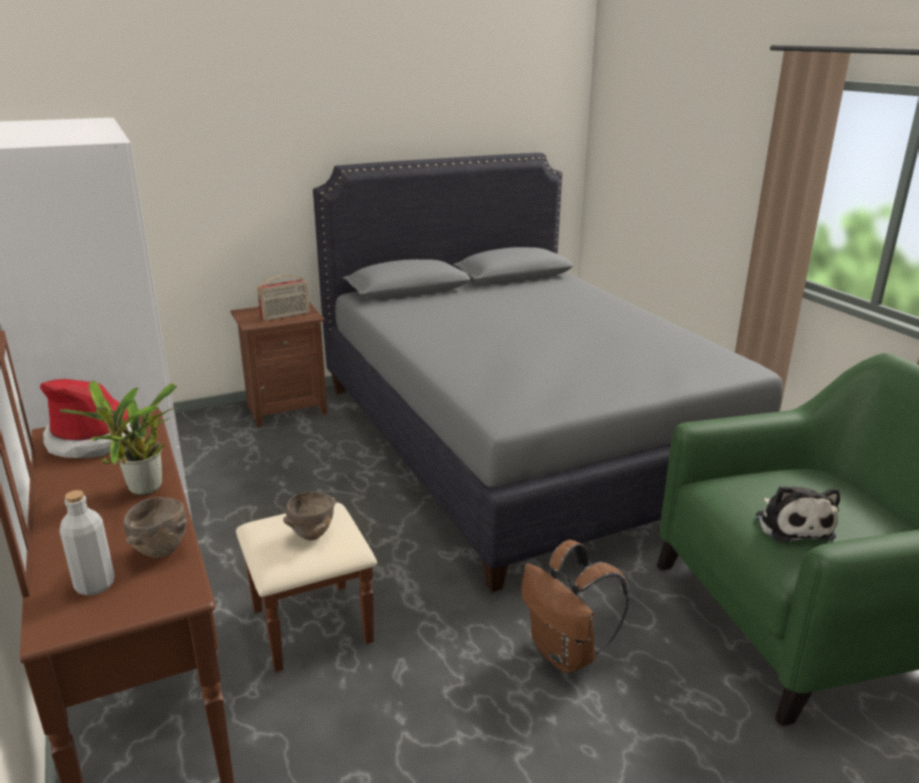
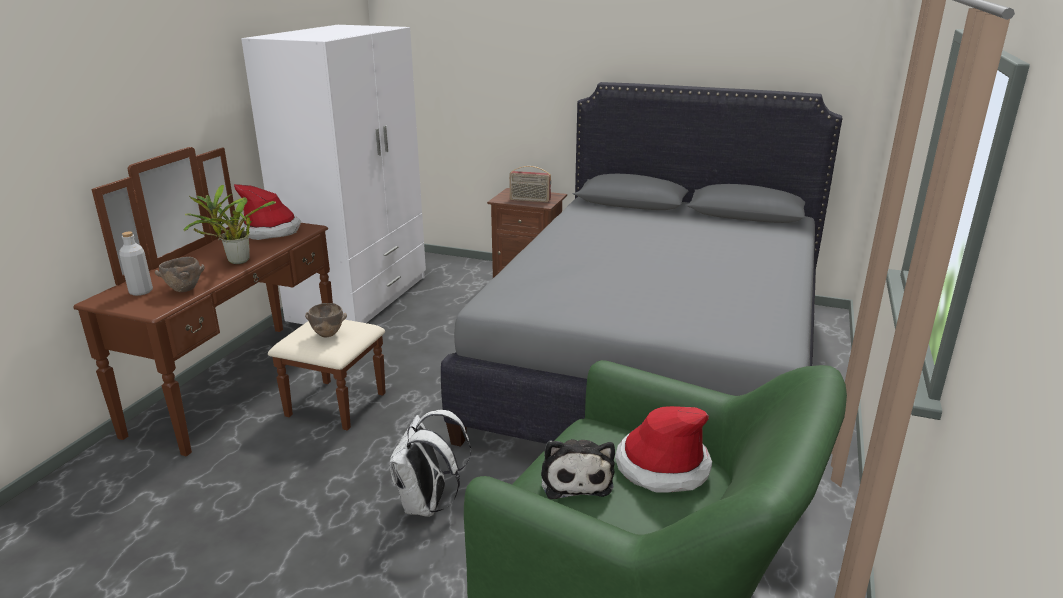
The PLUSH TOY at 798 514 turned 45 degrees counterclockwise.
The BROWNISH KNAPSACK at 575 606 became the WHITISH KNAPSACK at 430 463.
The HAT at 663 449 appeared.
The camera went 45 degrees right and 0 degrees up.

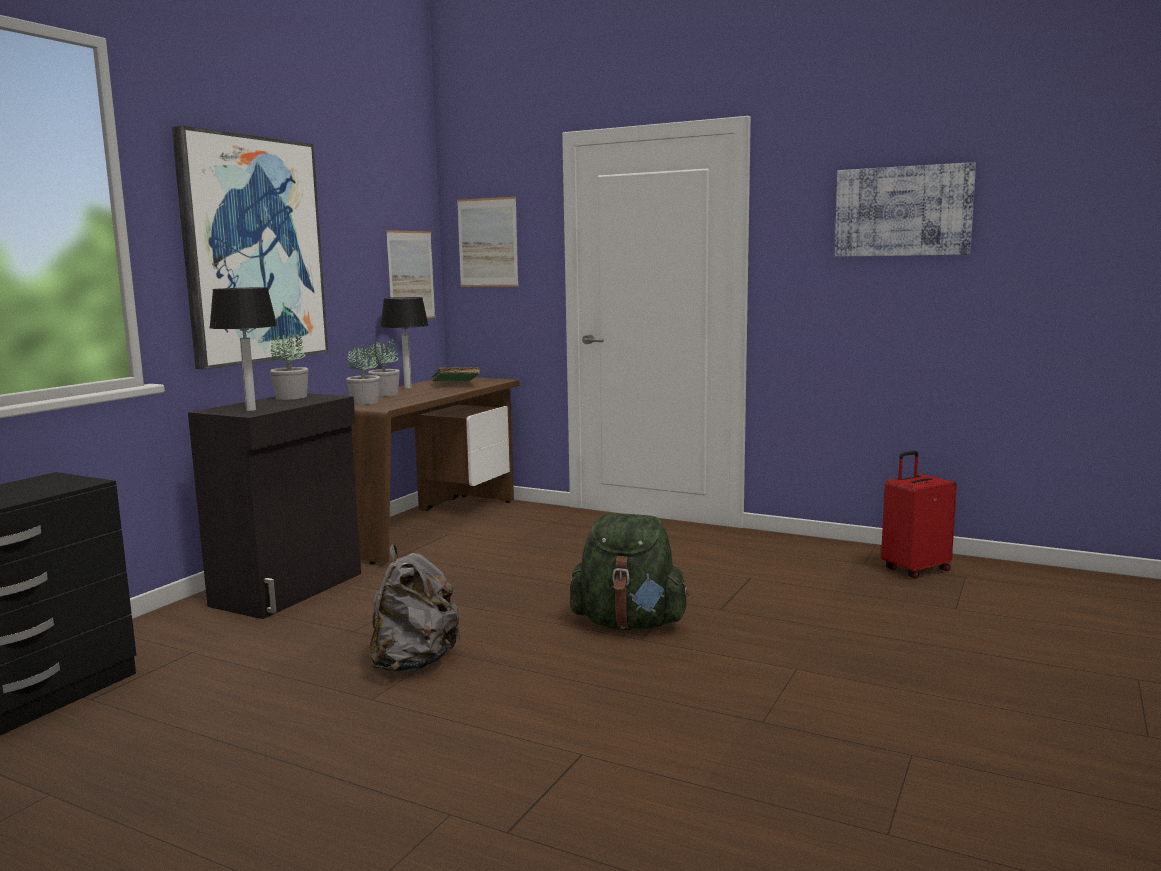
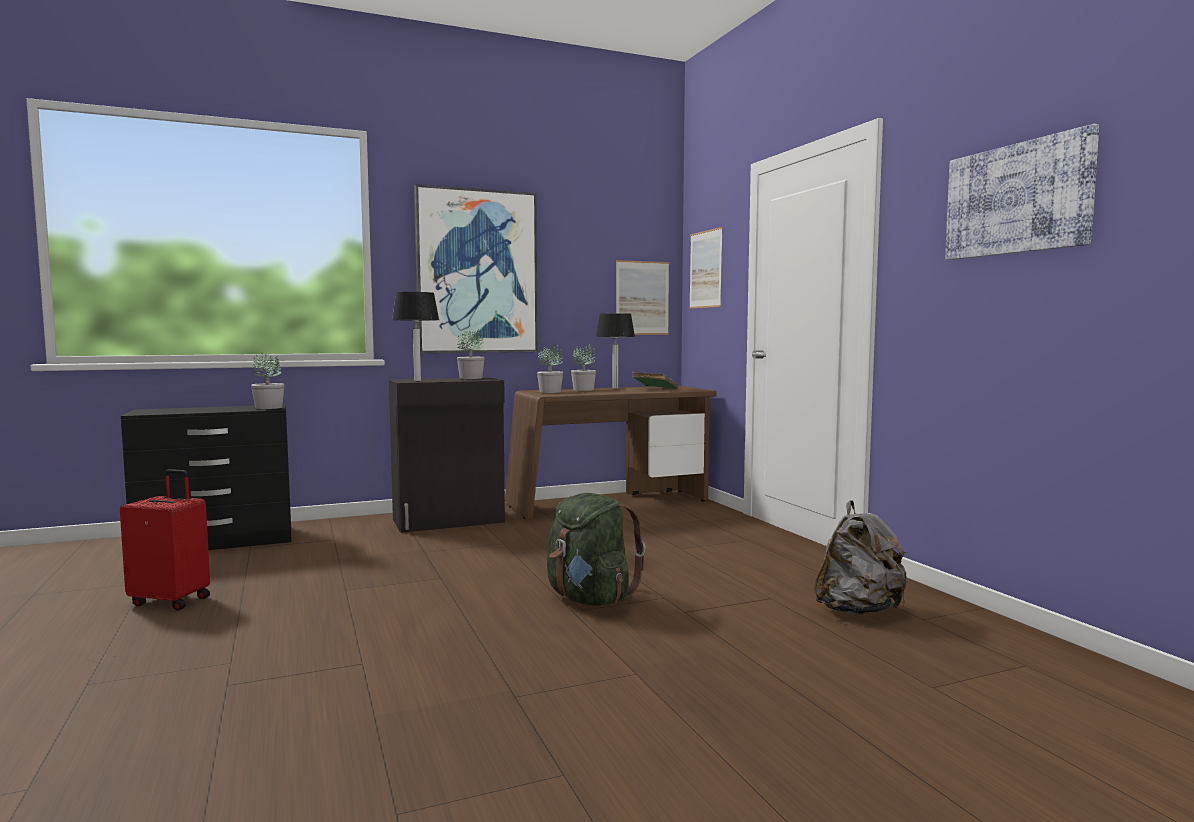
The RED PIECE OF LUGGAGE moved from 919 515 to 165 539.
The GREYISH KNAPSACK moved from 415 607 to 861 557.
The PLANT IN A POT at 267 380 appeared.
The camera went 40 degrees right and 5 degrees down.

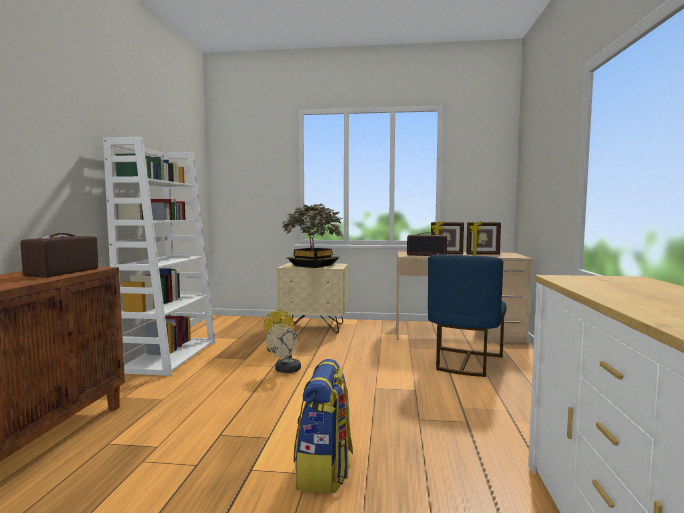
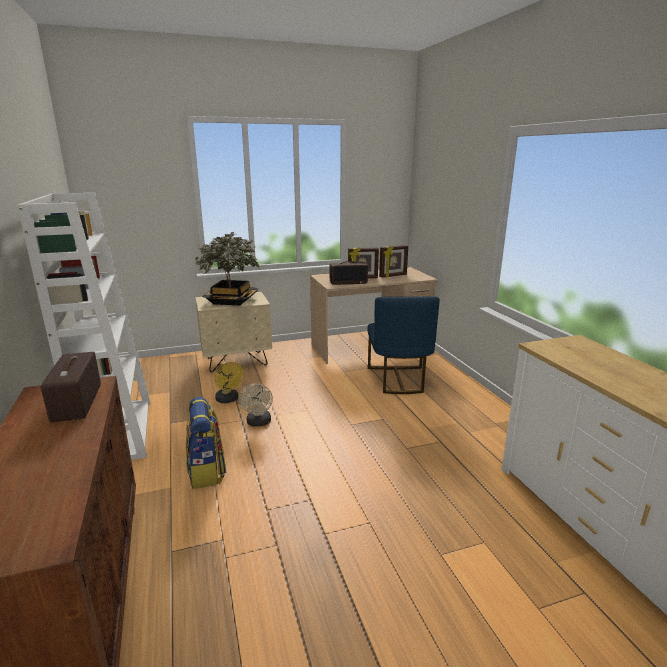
The KNAPSACK moved from 323 426 to 206 443.
The camera went 25 degrees left and 15 degrees up.

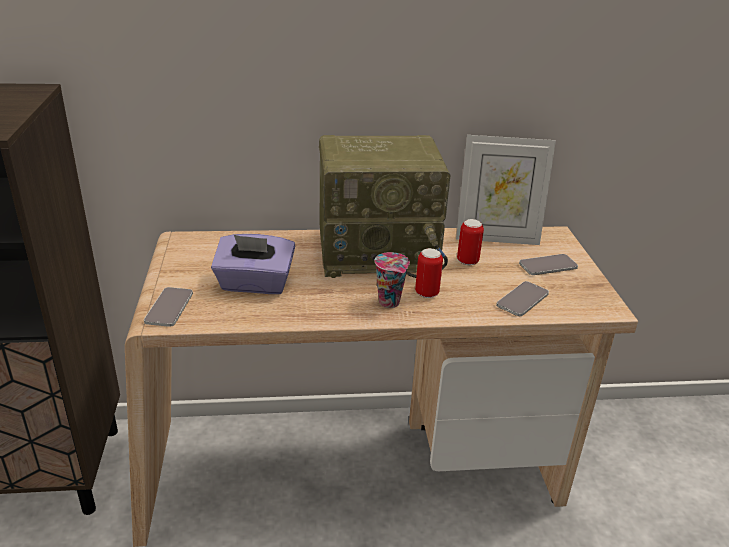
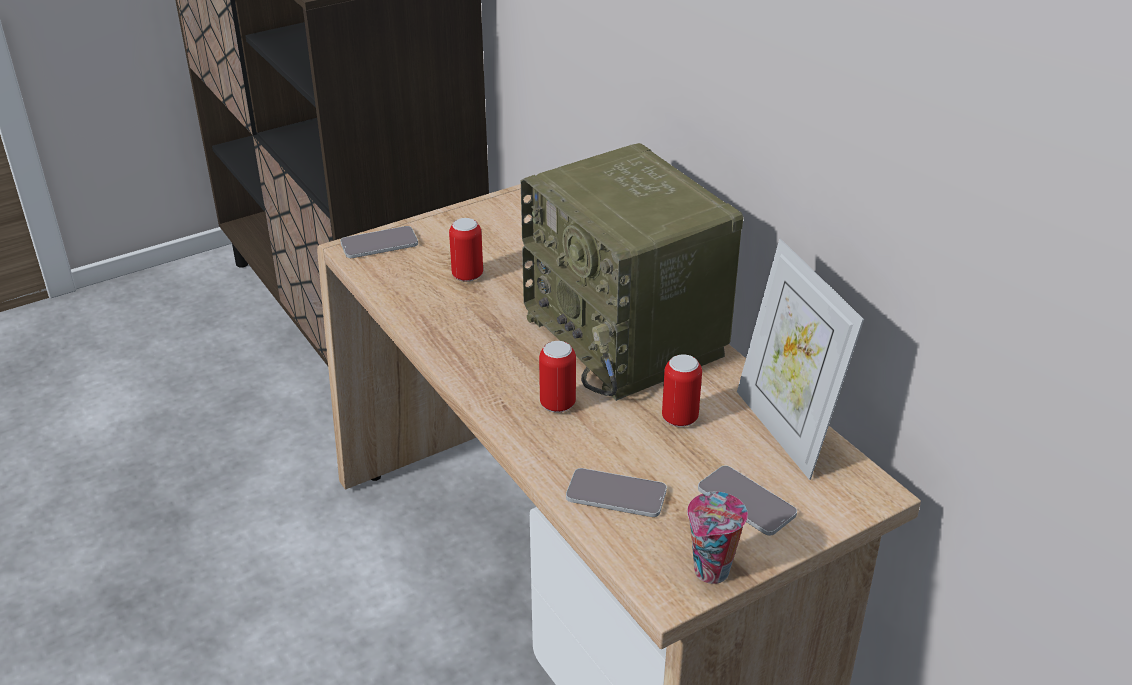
The PURPLISH TISSUE BOX at 253 264 was replaced by the CAN at 466 250.
The DRINKING CUP moved from 392 280 to 717 538.
The camera went 65 degrees right and 5 degrees up.

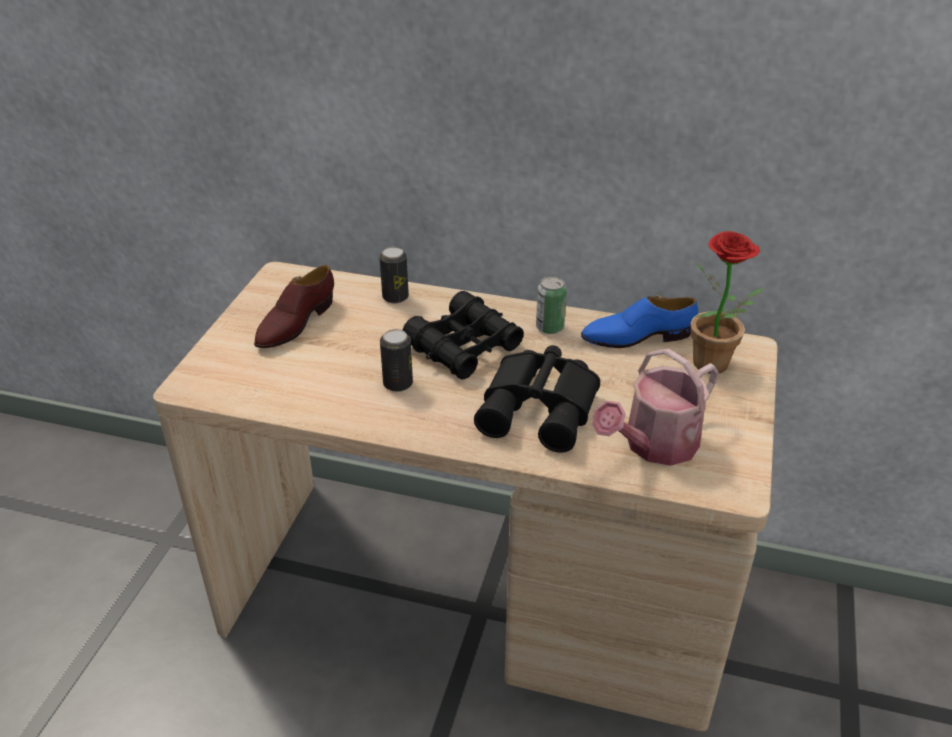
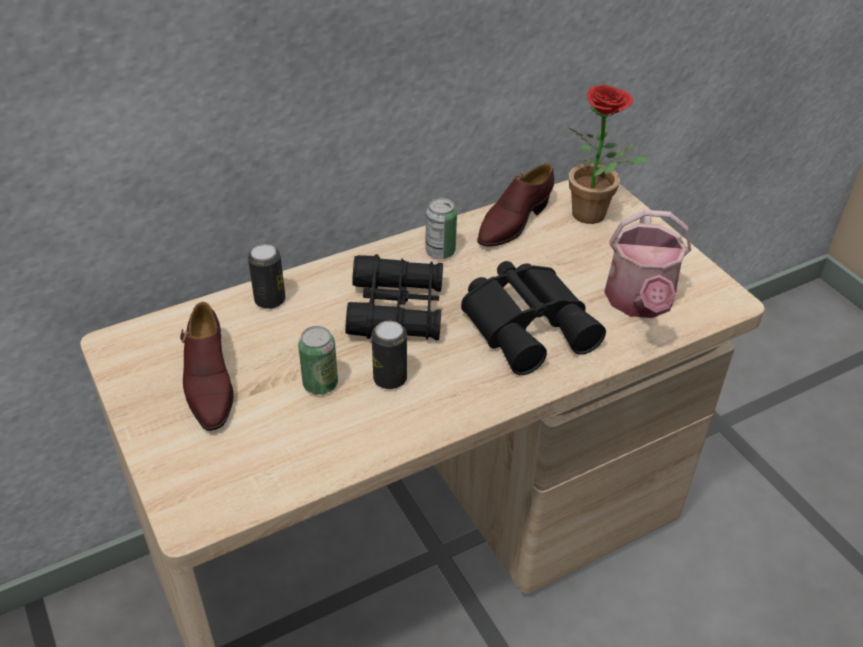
The BLUISH ITEM OF FOOTWEAR at 639 321 became the BROWNISH ITEM OF FOOTWEAR at 515 205.
The CAN at 318 360 appeared.
The camera went 45 degrees left and 5 degrees up.

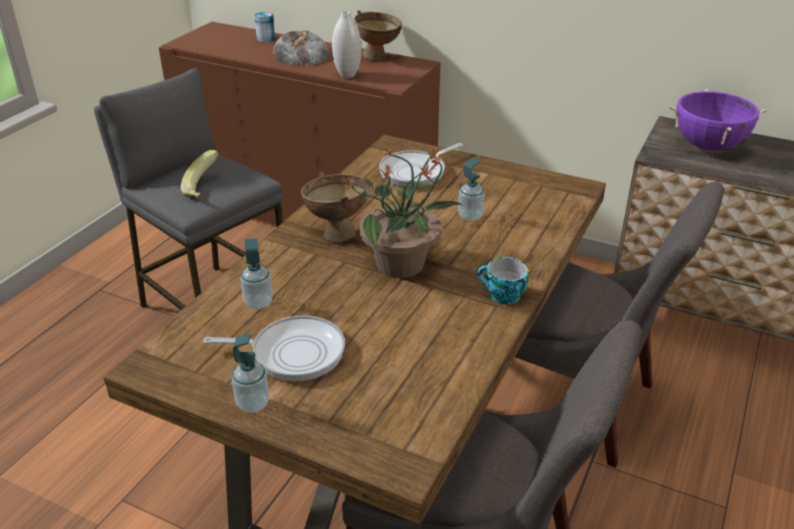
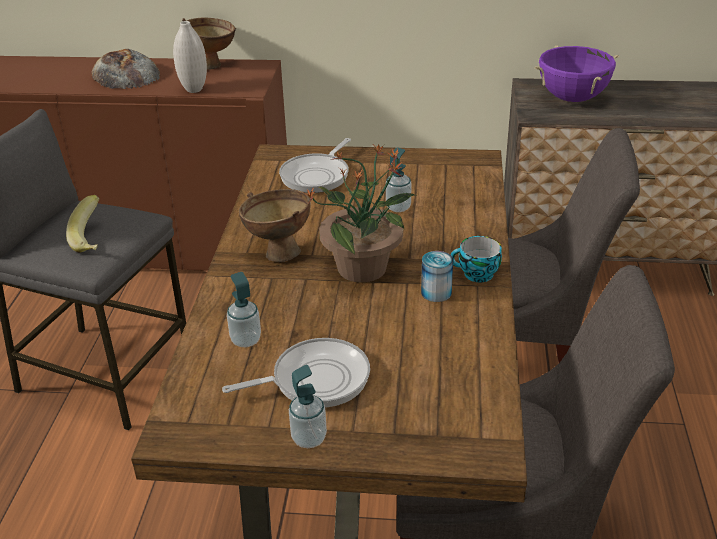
The CAN moved from 265 27 to 437 276.
The camera went 20 degrees left and 0 degrees up.

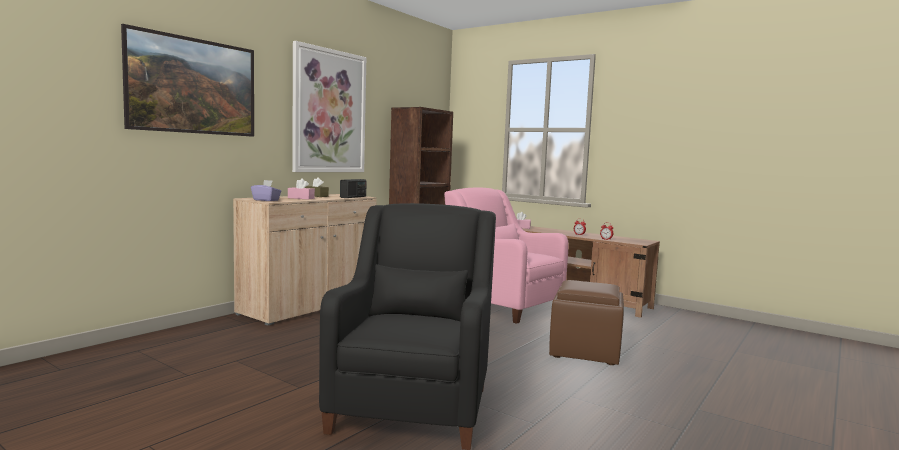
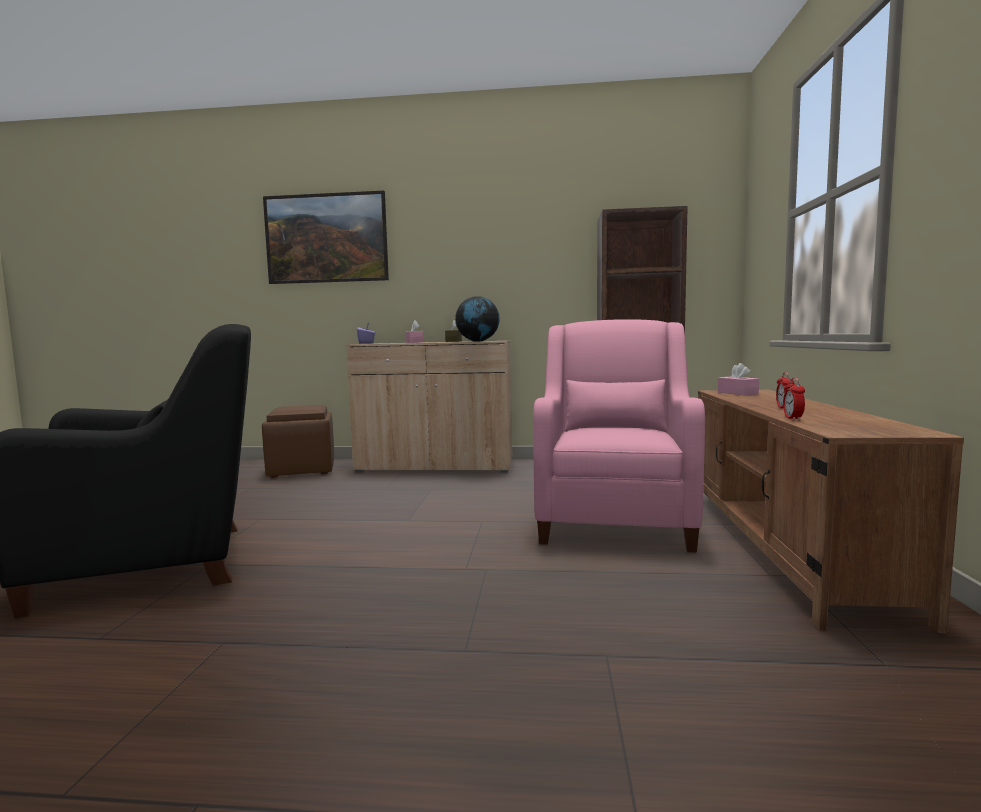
The PICTURE at 329 106 disappeared.
The RADIO RECEIVER at 353 188 was replaced by the DESK GLOBE at 477 318.
The BROWNISH OTTOMAN moved from 586 322 to 298 441.
The camera went 60 degrees right and 0 degrees up.

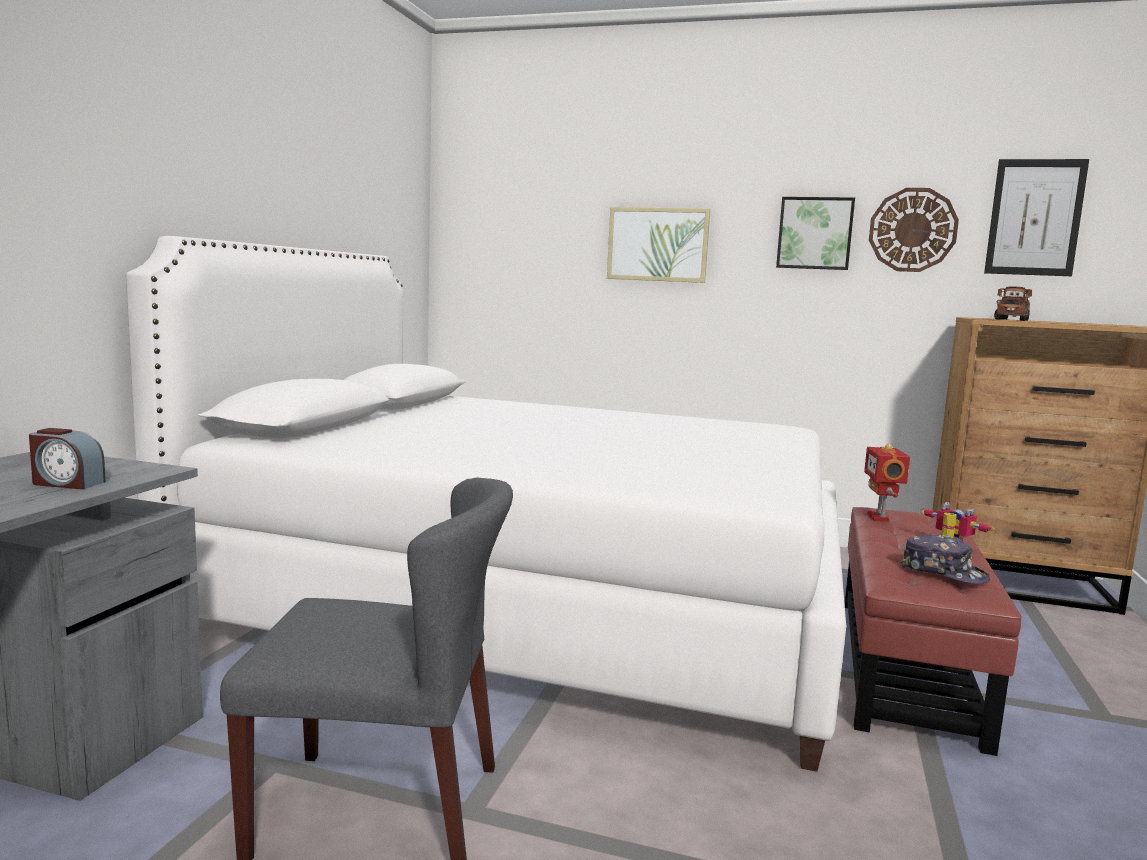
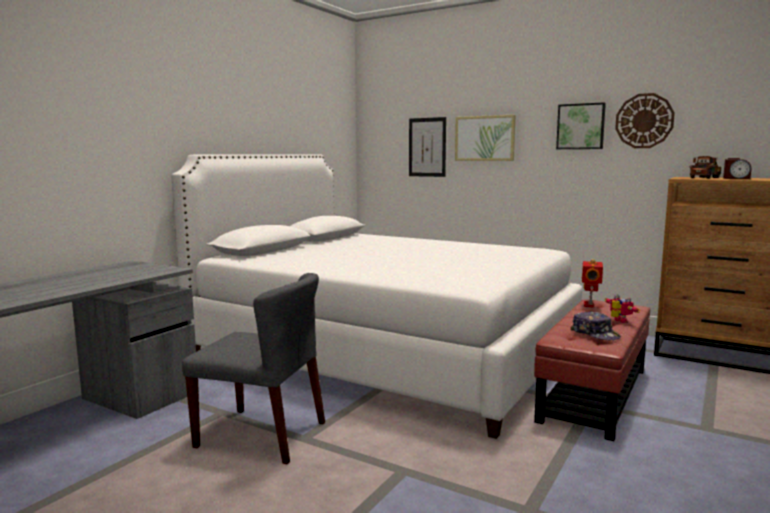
The PICTURE moved from 1036 217 to 427 147.
The BEDSIDE CLOCK moved from 67 458 to 737 168.
The camera went 15 degrees right and 0 degrees up.

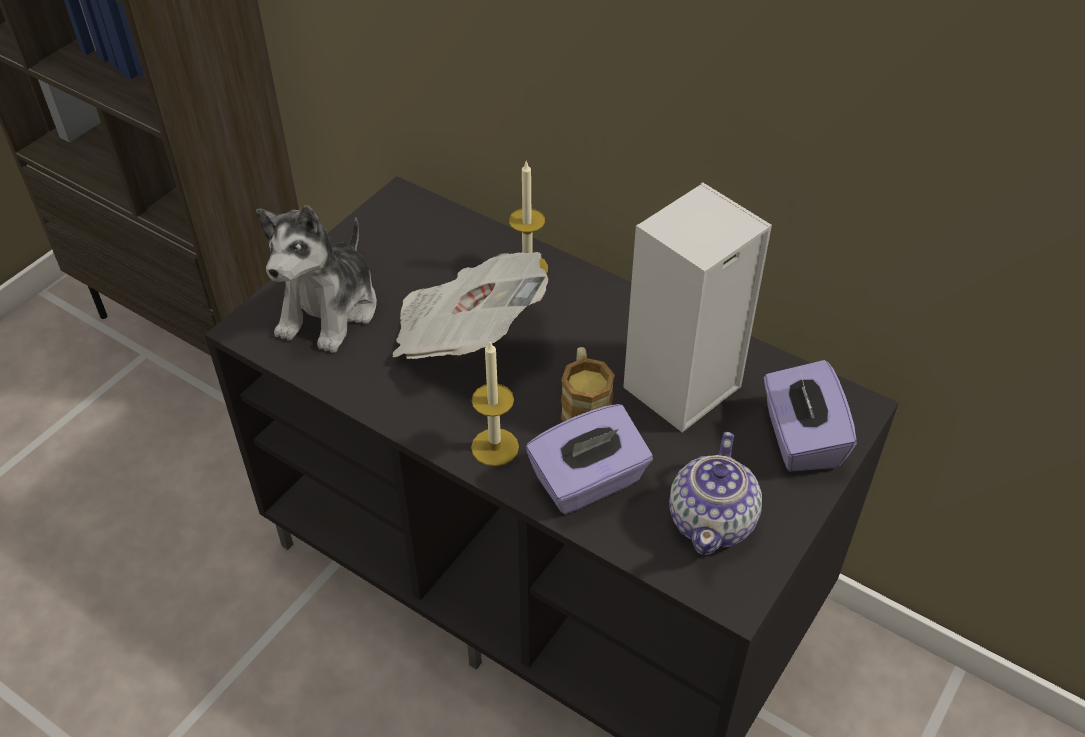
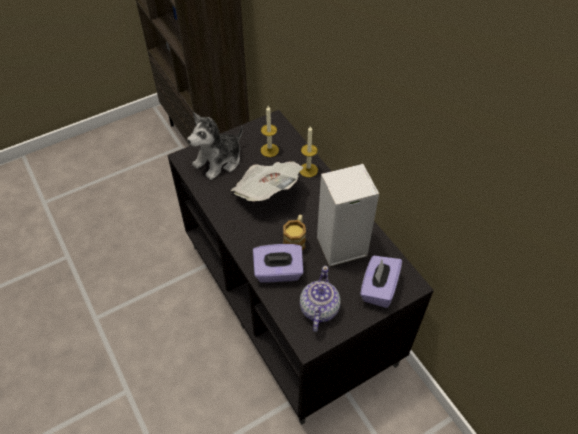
The WAX CANDLE moved from 495 403 to 270 131.
The TEAPOT at 715 493 turned 150 degrees clockwise.
The camera went 25 degrees right and 5 degrees up.

